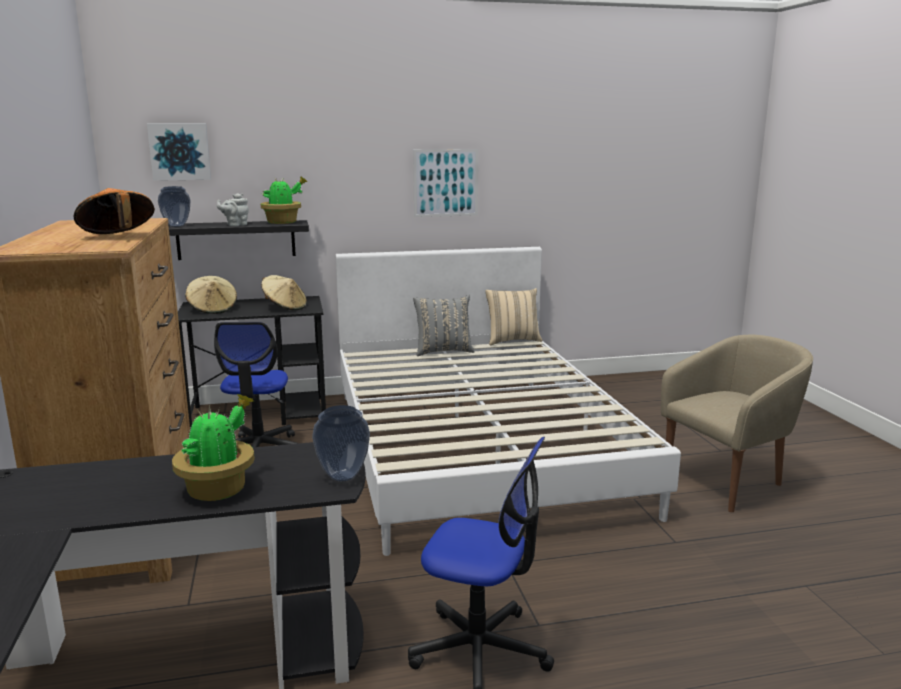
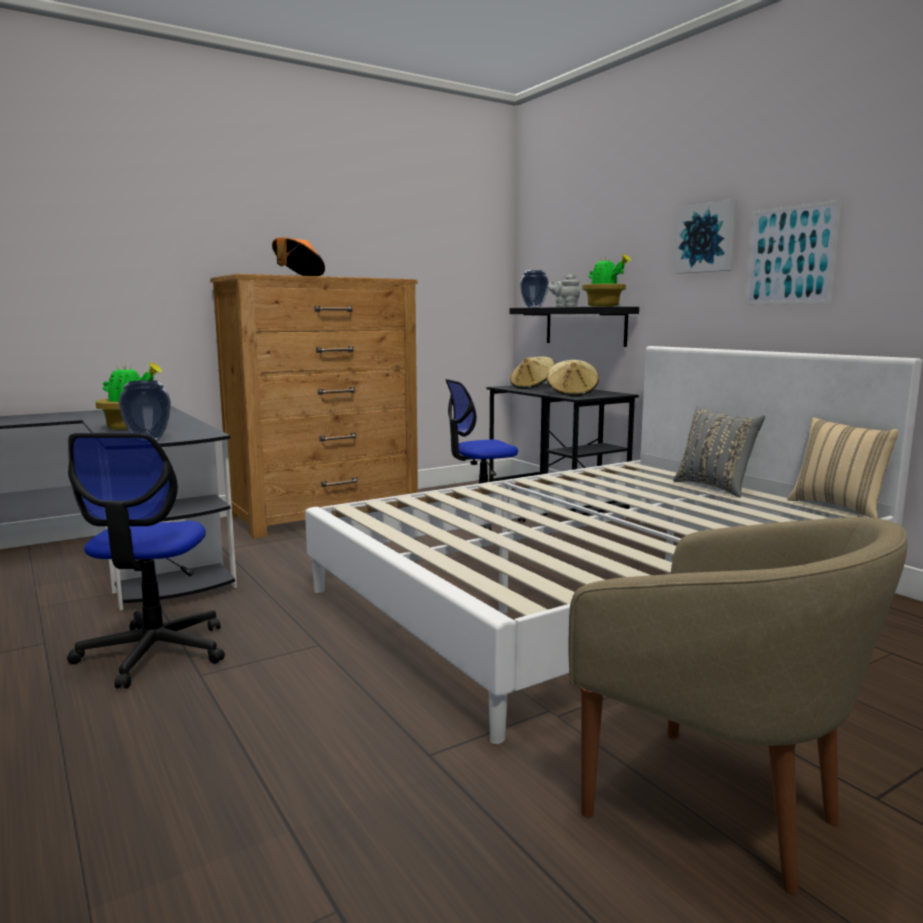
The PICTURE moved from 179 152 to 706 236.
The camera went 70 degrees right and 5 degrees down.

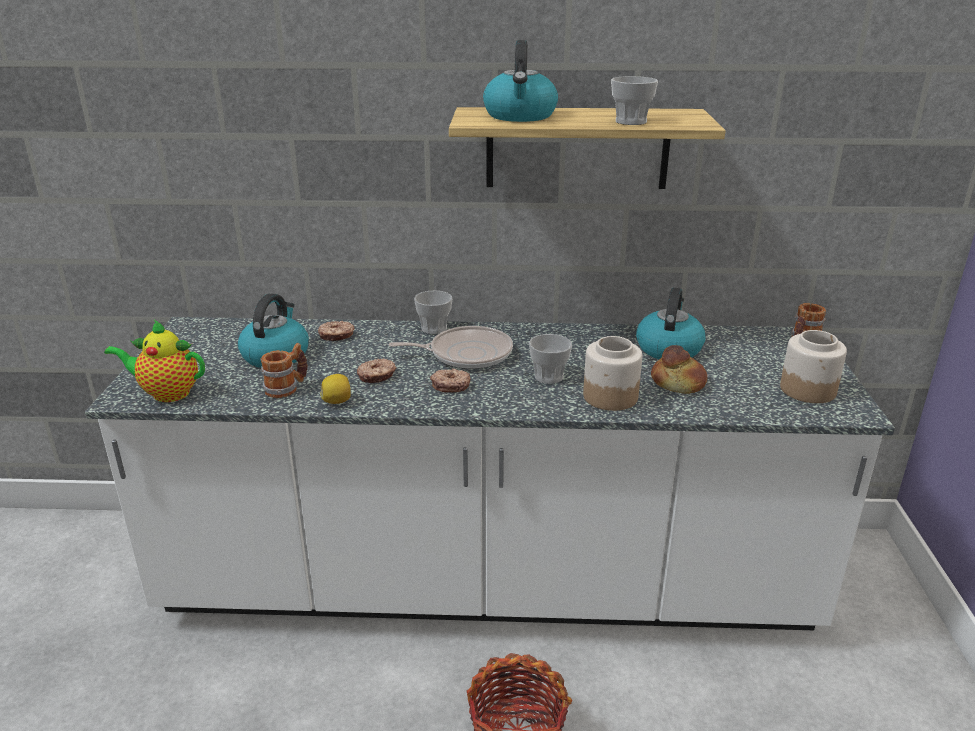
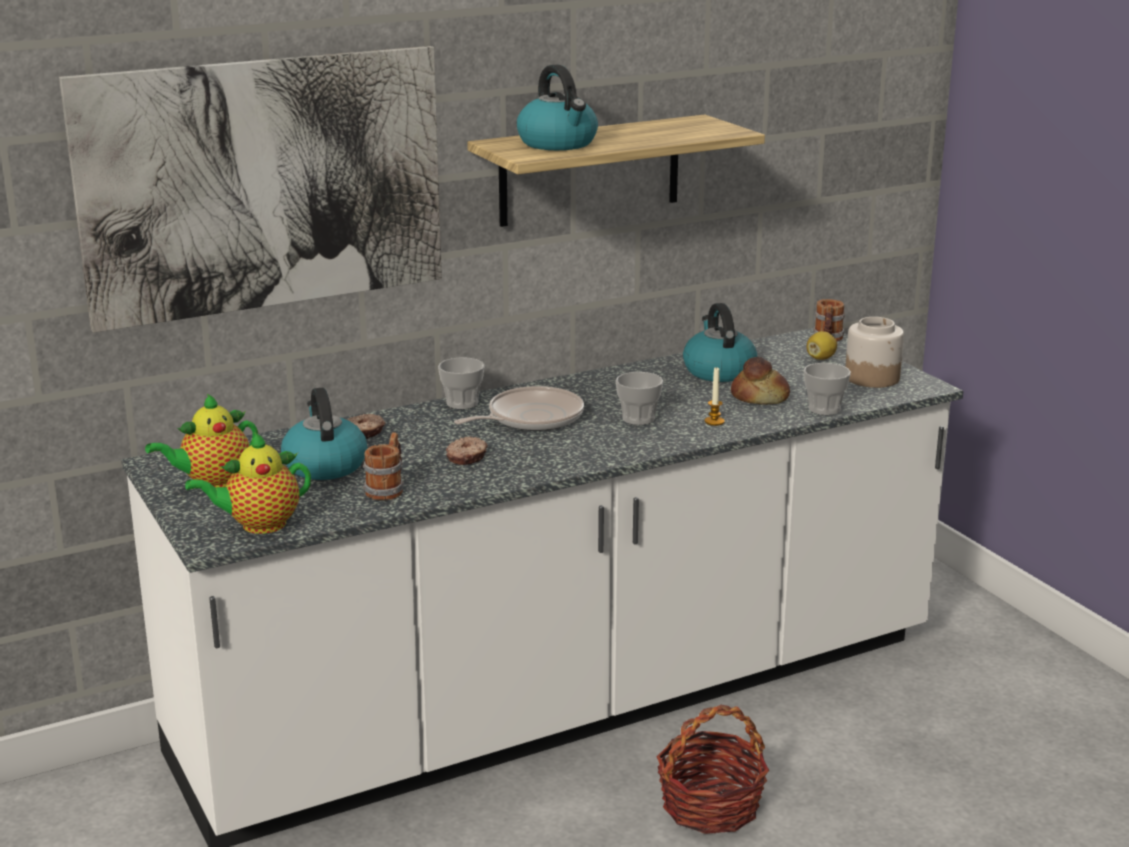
The DRINKING CUP moved from 634 100 to 827 389.
The PRESERVE JAR at 612 373 was replaced by the WAX CANDLE at 715 396.
The DOUGHNUT at 450 380 disappeared.
The CITRUS FRUIT moved from 335 389 to 821 345.
The PICTURE at 250 189 appeared.
The TEAPOT at 201 440 appeared.
The camera went 30 degrees left and 5 degrees down.

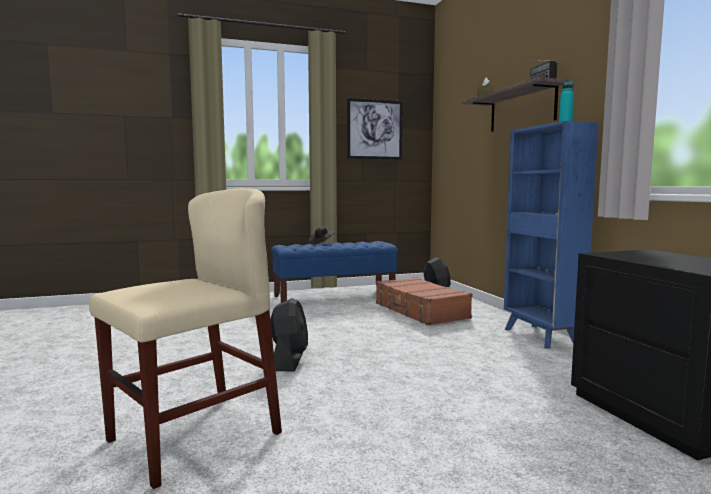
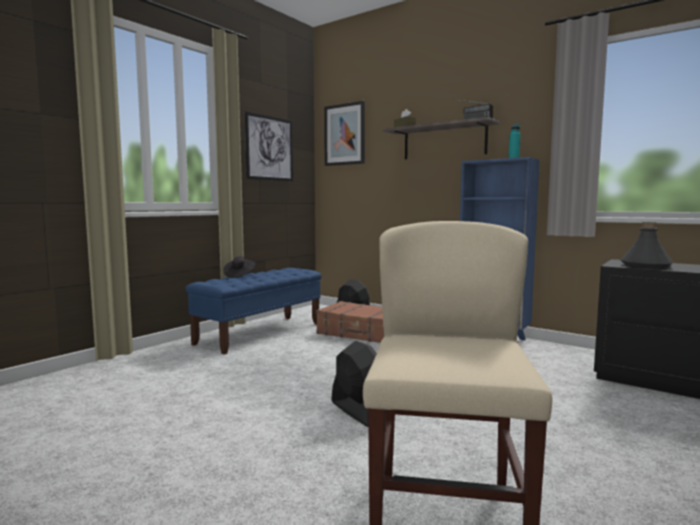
The PICTURE at 344 133 appeared.
The GREYISH BEVERAGE BOTTLE at 646 245 appeared.
The camera went 35 degrees left and 0 degrees up.

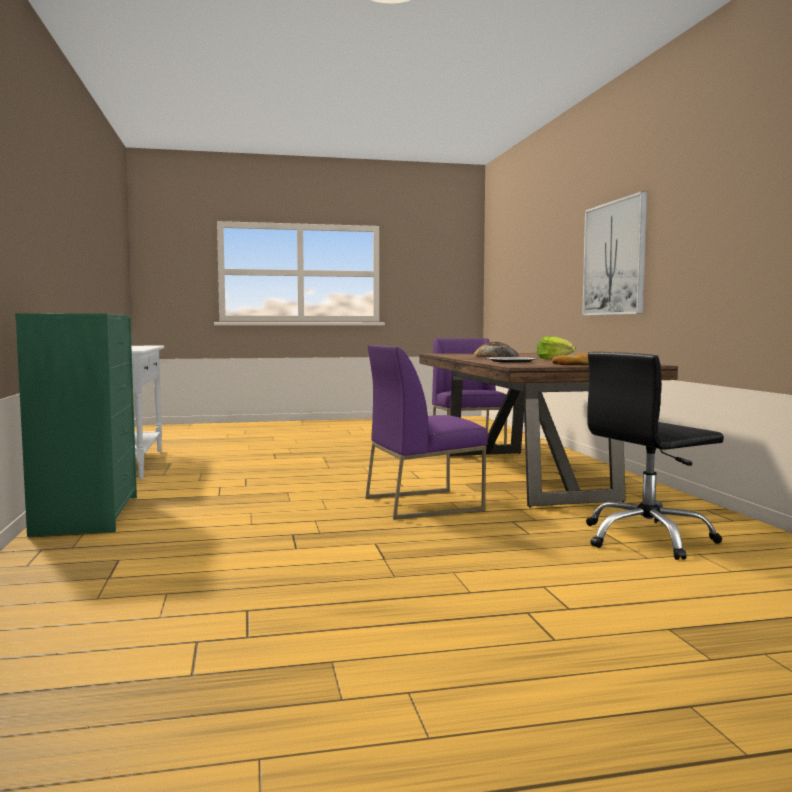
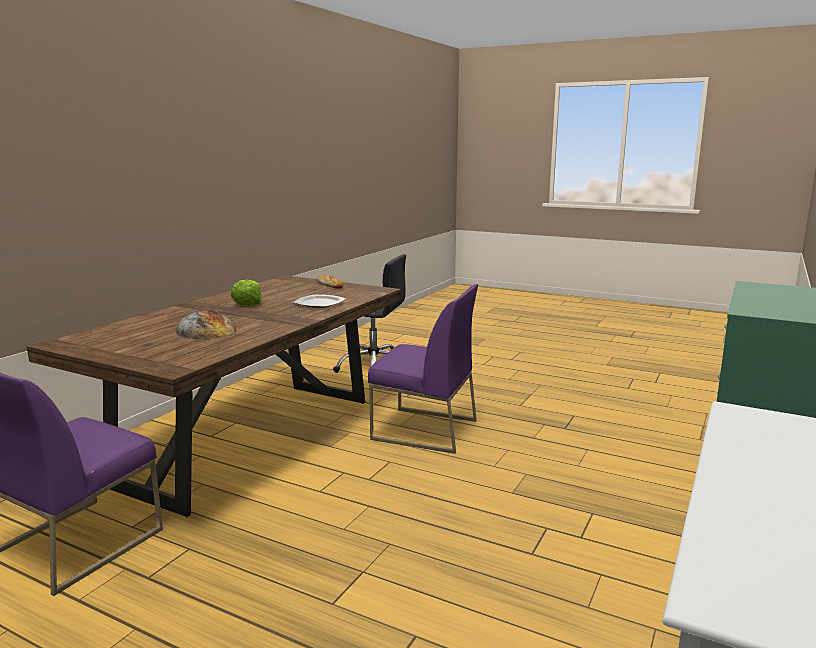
The PICTURE at 614 253 disappeared.
The camera went 140 degrees left and 10 degrees up.

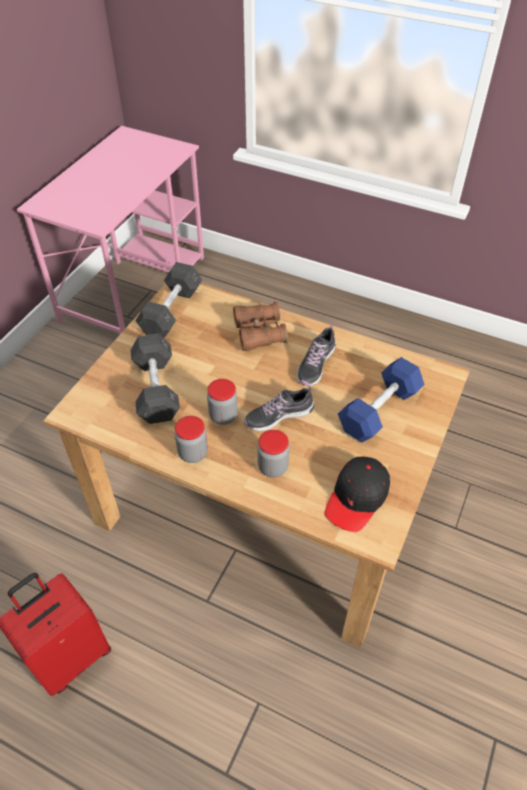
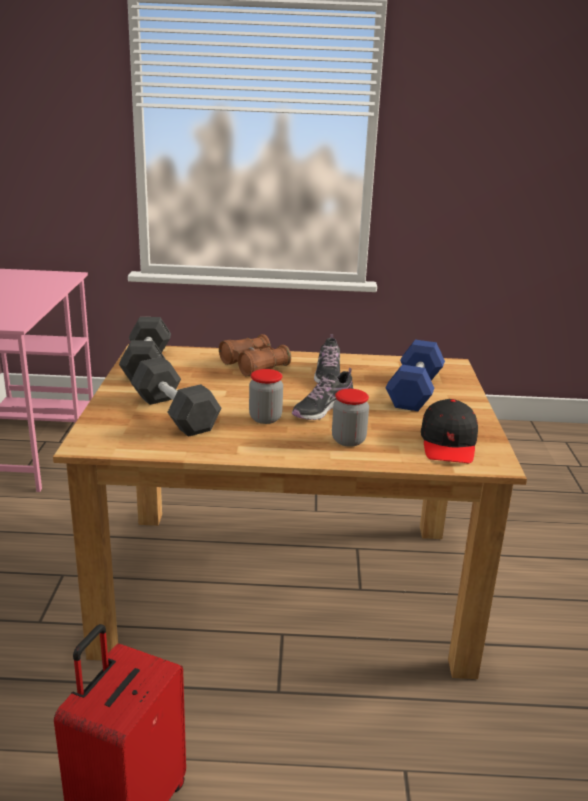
The PRESERVE JAR at 191 439 disappeared.
The camera went 25 degrees left and 25 degrees down.

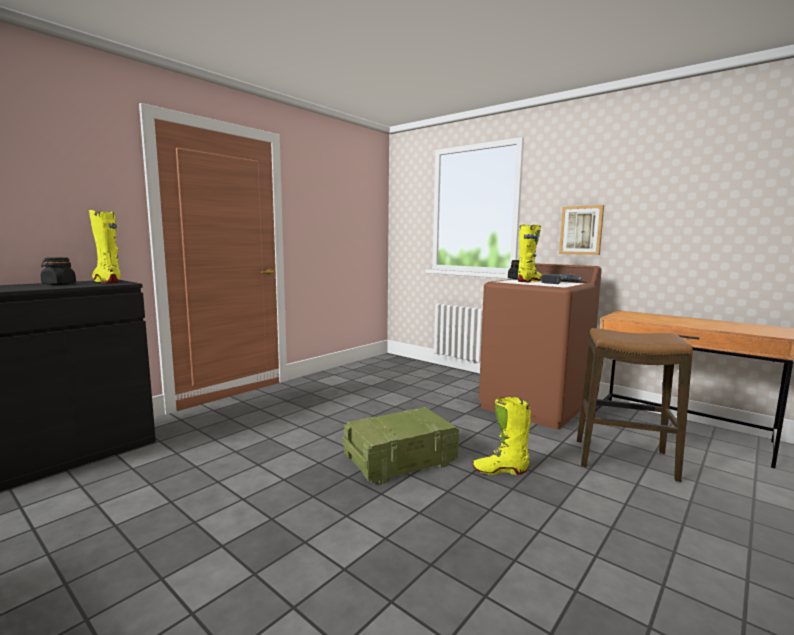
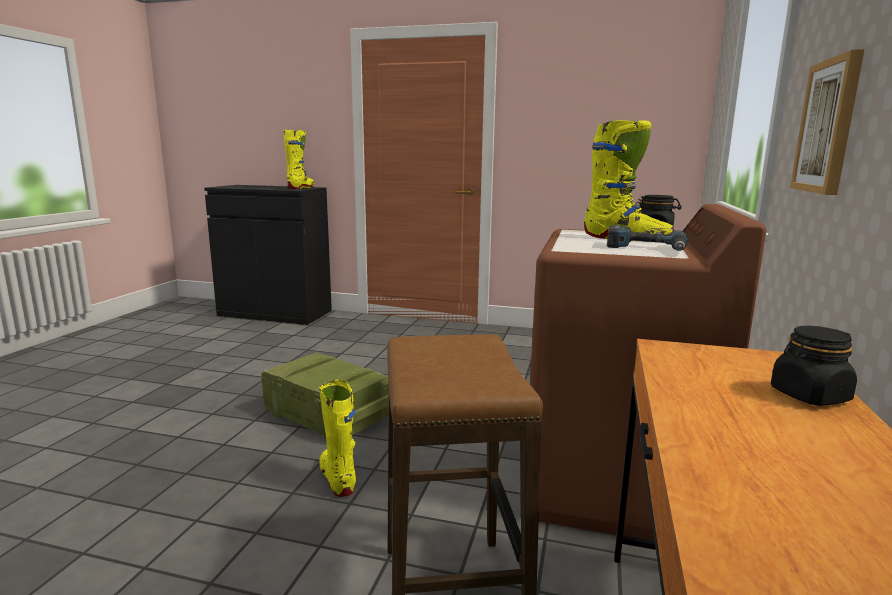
The BLACKISH PRESERVE JAR moved from 58 271 to 814 366.
The camera went 65 degrees right and 5 degrees up.

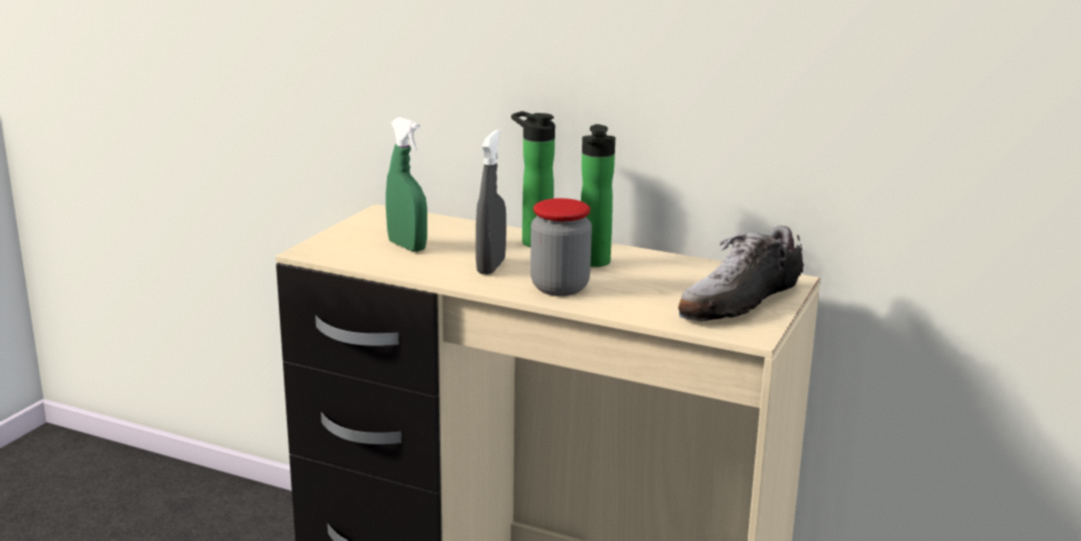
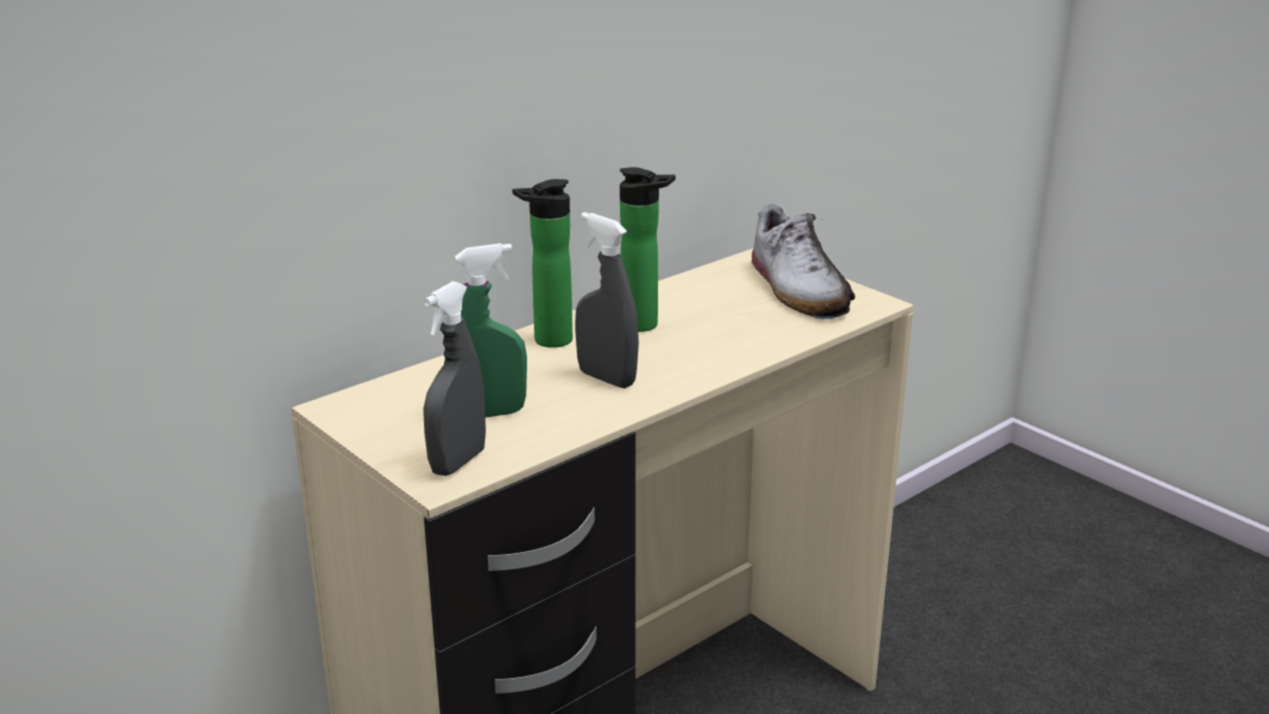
The PRESERVE JAR at 561 247 disappeared.
The GREYISH SPRAY BOTTLE at 454 378 appeared.
The camera went 65 degrees left and 5 degrees up.

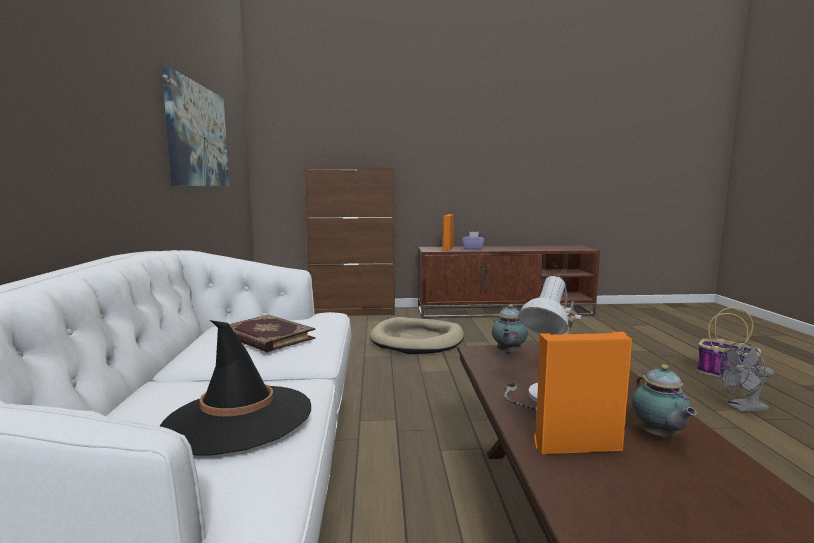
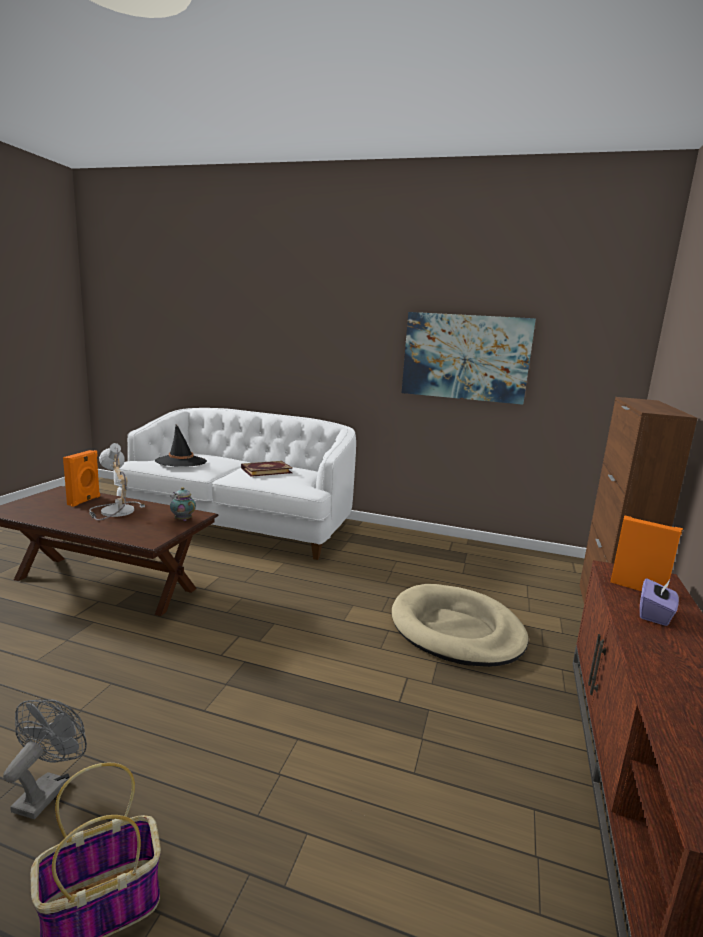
The TEAPOT at 664 401 disappeared.
The camera went 110 degrees right and 5 degrees up.

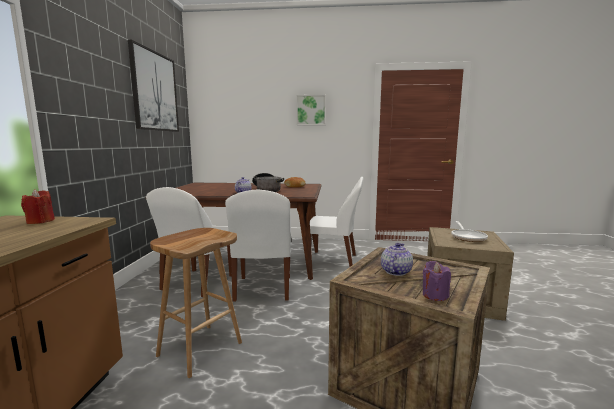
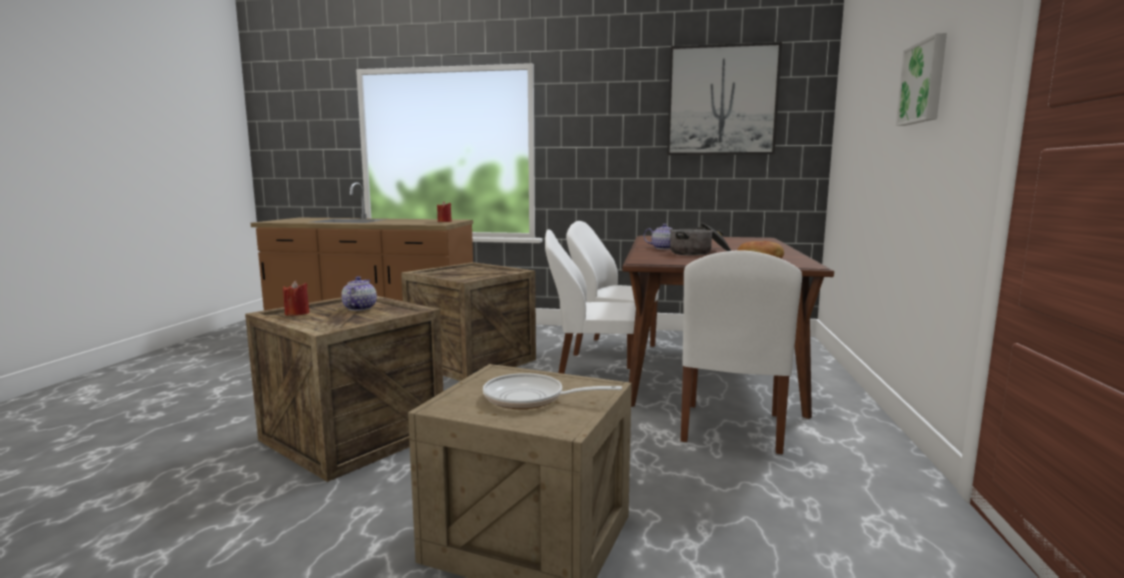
The BROWNISH SITTING STOOL at 196 303 was replaced by the PACKING CRATE at 468 321.
The TEAPOT at 397 259 turned 120 degrees counterclockwise.
The PURPLISH WAX CANDLE at 437 281 became the RED WAX CANDLE at 296 298.
The camera went 95 degrees right and 0 degrees up.

